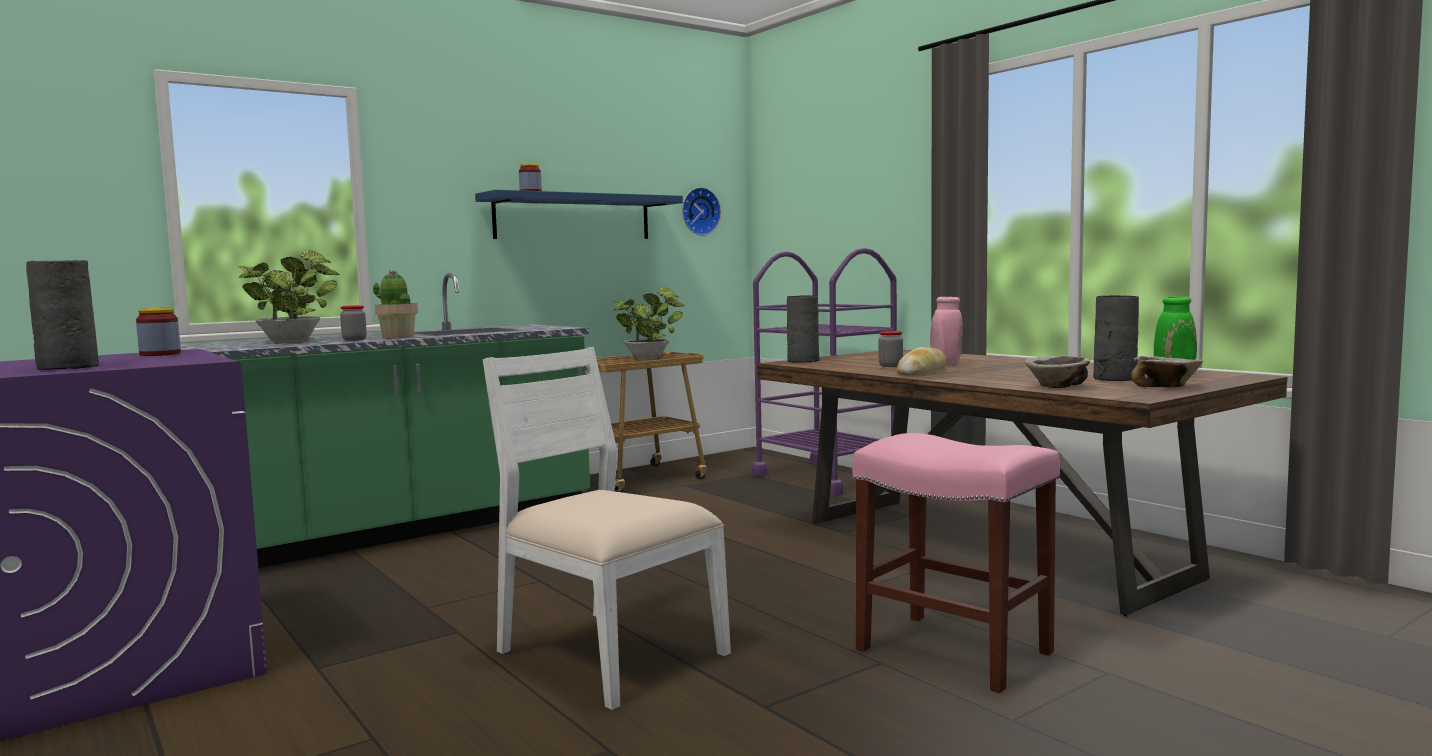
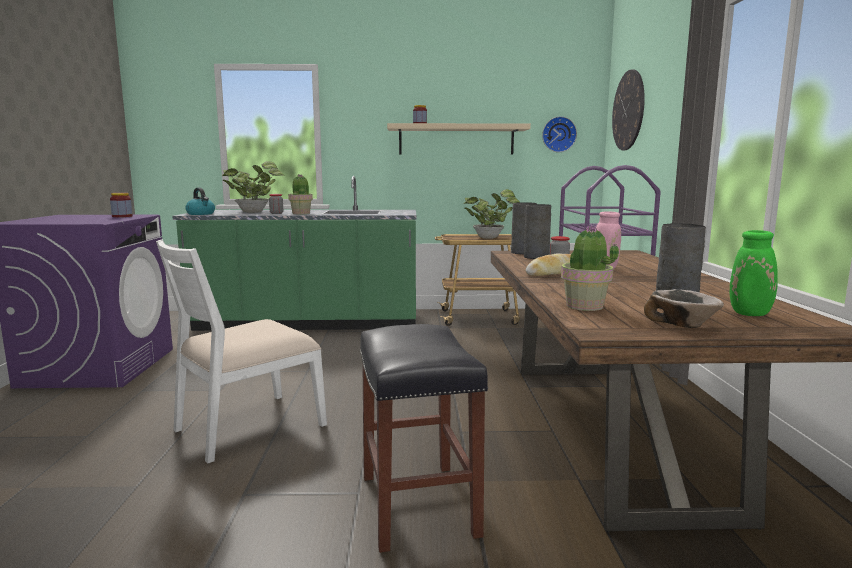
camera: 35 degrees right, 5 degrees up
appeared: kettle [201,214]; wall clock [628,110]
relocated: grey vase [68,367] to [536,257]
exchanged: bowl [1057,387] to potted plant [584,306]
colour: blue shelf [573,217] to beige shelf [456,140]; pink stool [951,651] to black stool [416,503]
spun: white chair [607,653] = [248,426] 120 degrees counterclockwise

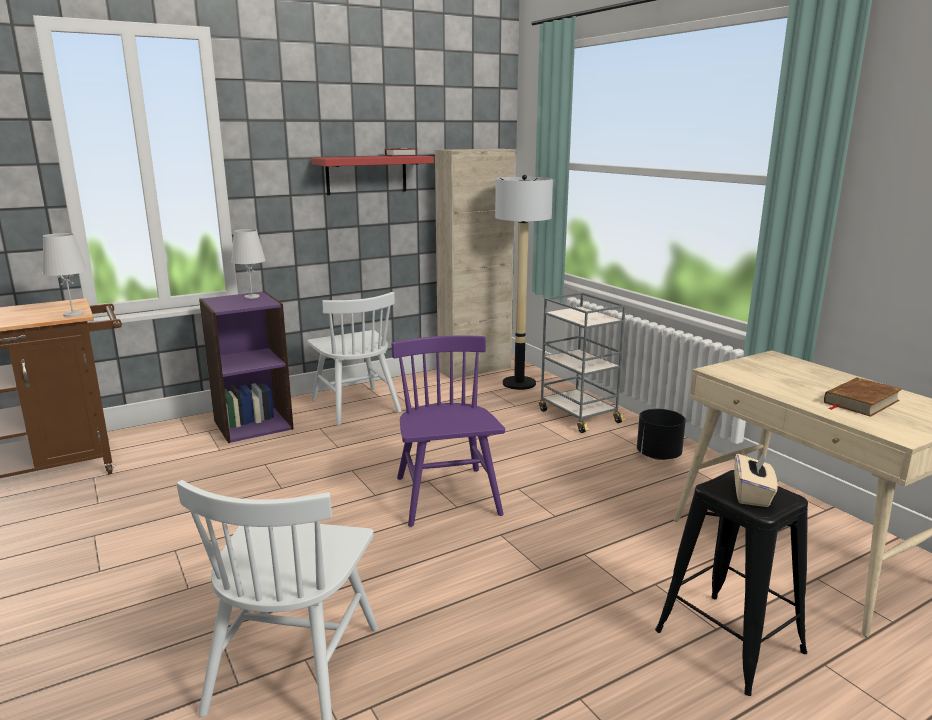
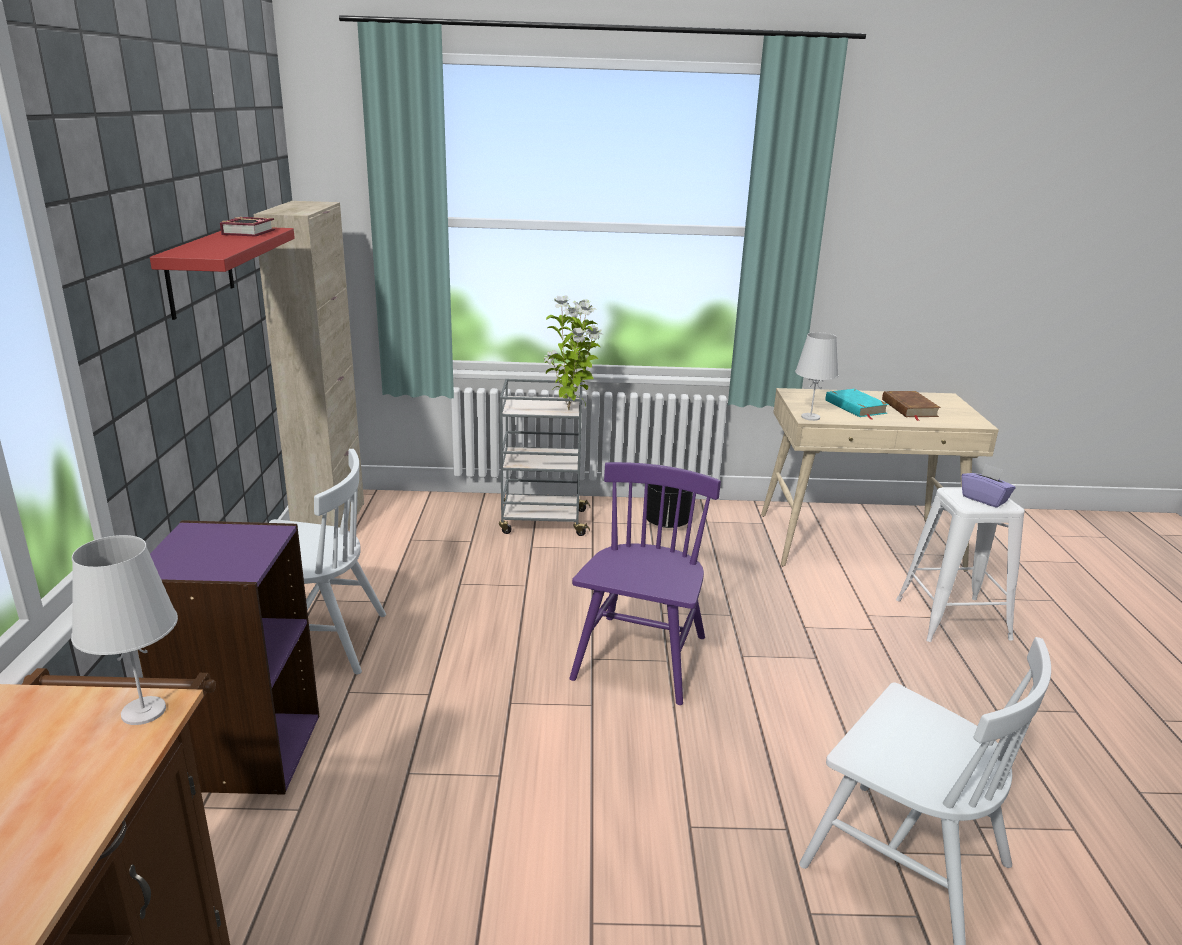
camera: 60 degrees left, 5 degrees up
missing: floor lamp [519,383]
appeared: potted plant [570,410]; turquoise book [855,407]
relocated: white table lamp [252,296] to [810,417]
colour: black stool [730,642] to white stool [953,619]; beige tissue box [752,495] to purple tissue box [984,499]
spun: purple chair [447,496] = [640,659] 90 degrees clockwise

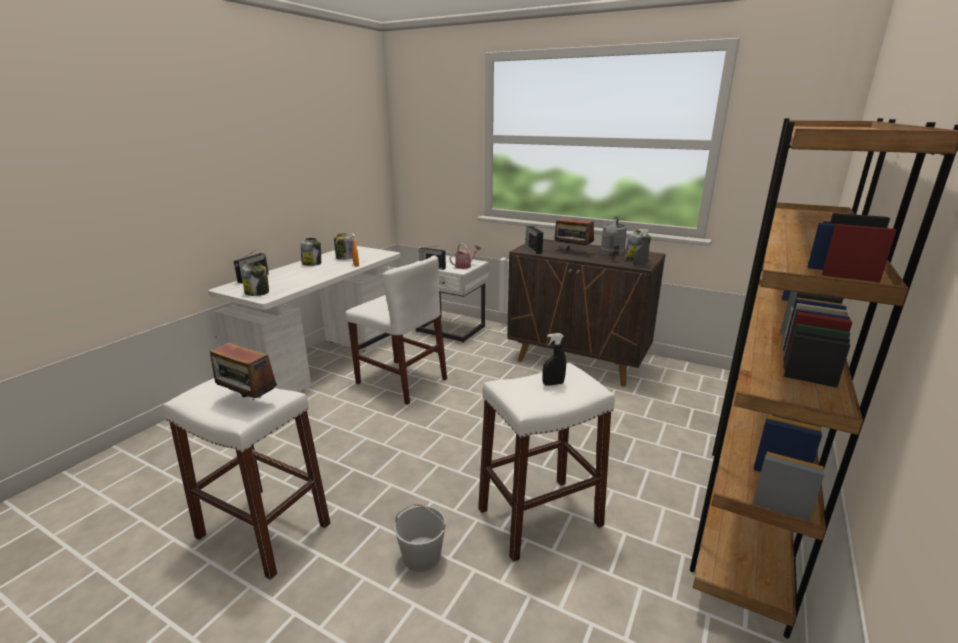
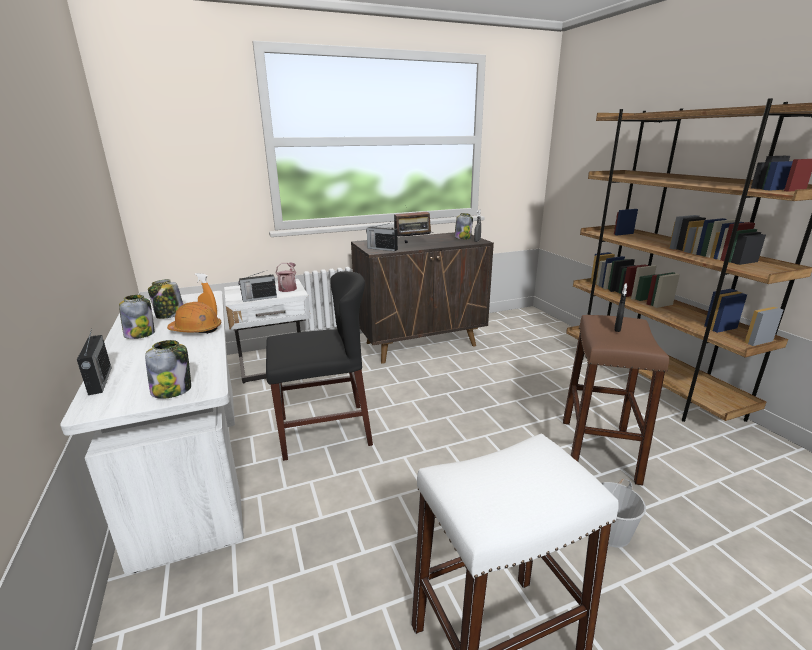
camera: 50 degrees left, 0 degrees up
missing: radio [248,402]; grey watering can [612,253]
appeared: orange hard hat [196,330]
colour: white chair [401,381] to black chair [324,431]; white stool [540,517] to brown stool [598,450]

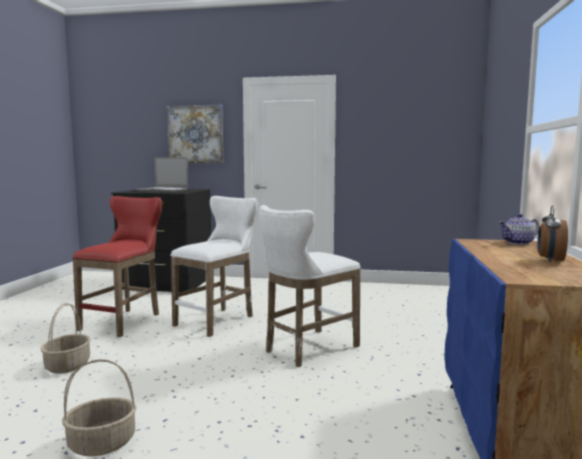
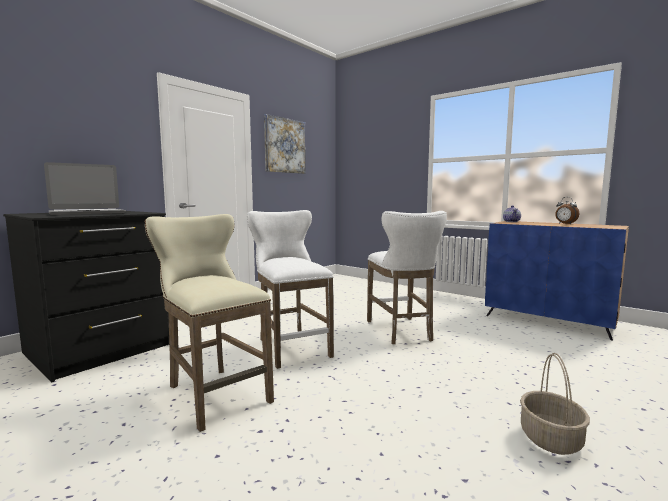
camera: 60 degrees left, 0 degrees up
missing: basket [67,365]
relocated: picture [195,134] to [285,145]
colour: red stool [125,321] to beige stool [214,392]

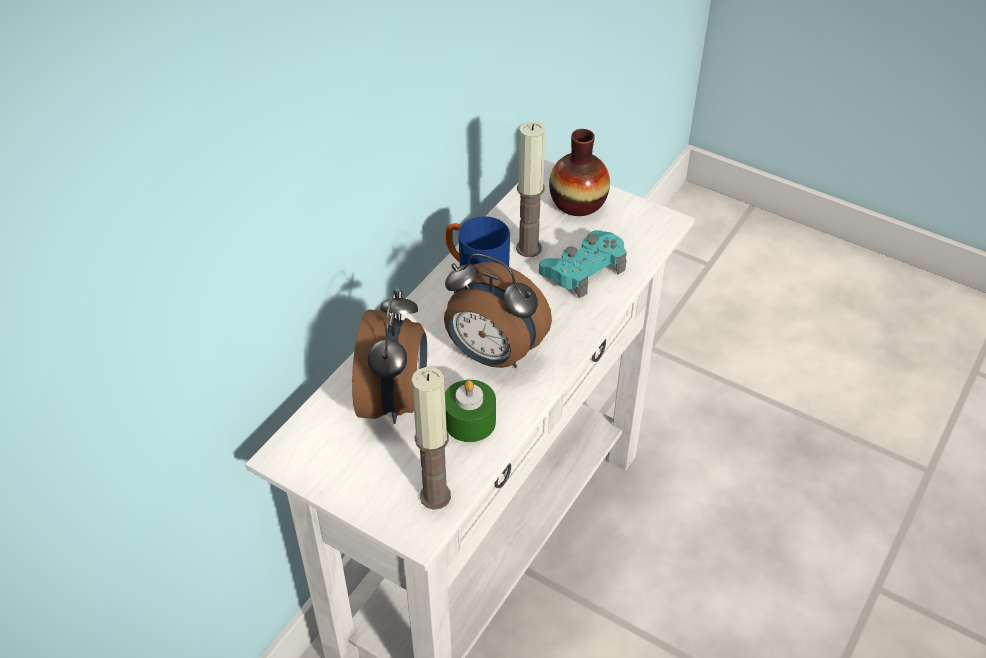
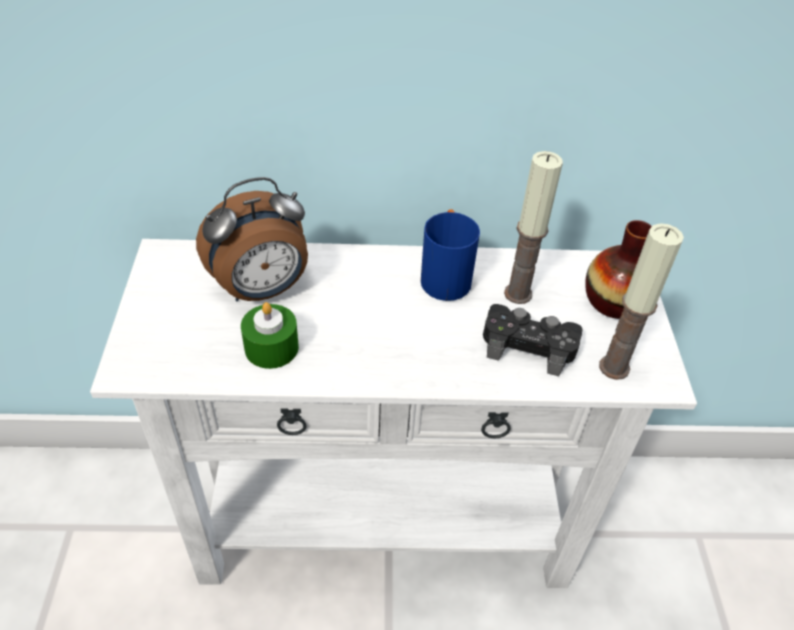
camera: 55 degrees right, 0 degrees up
missing: alarm clock [492,355]
relocated: candle [435,496] to [614,367]
colour: turquoise game controller [583,270] to black game controller [529,345]

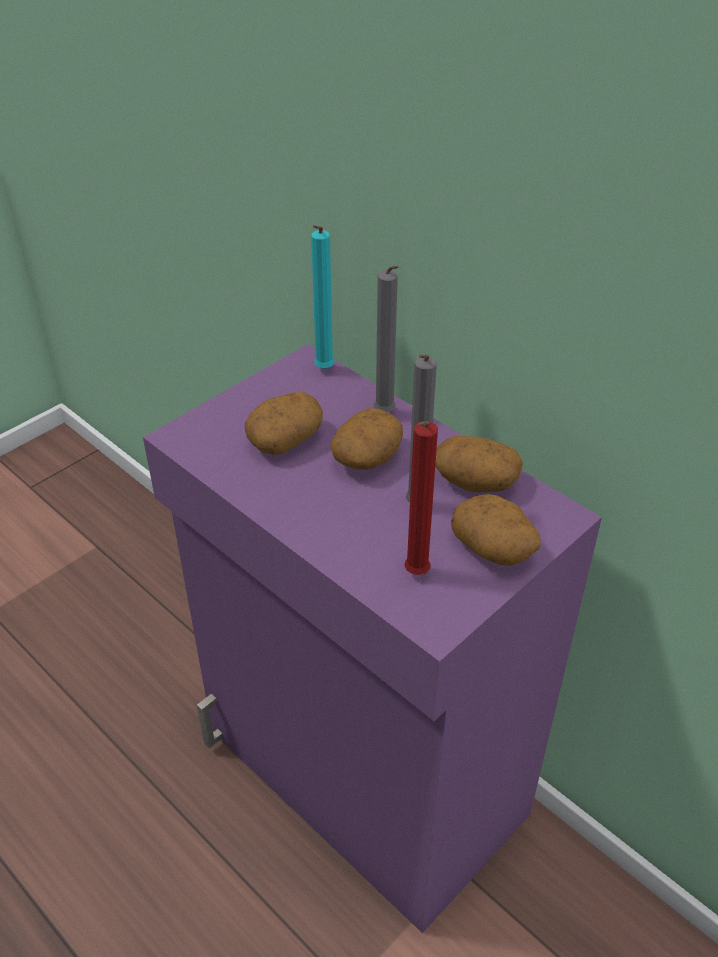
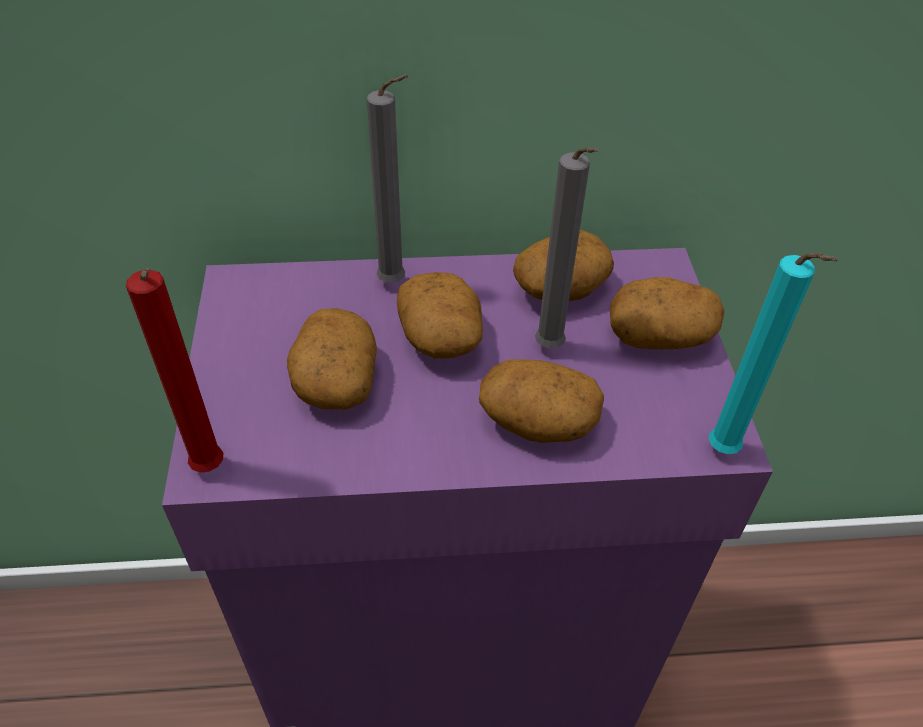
camera: 50 degrees left, 5 degrees up
appeared: potato [537,421]
relocated: turquoise candle [323,371] to [725,453]; red candle [415,575] to [210,471]

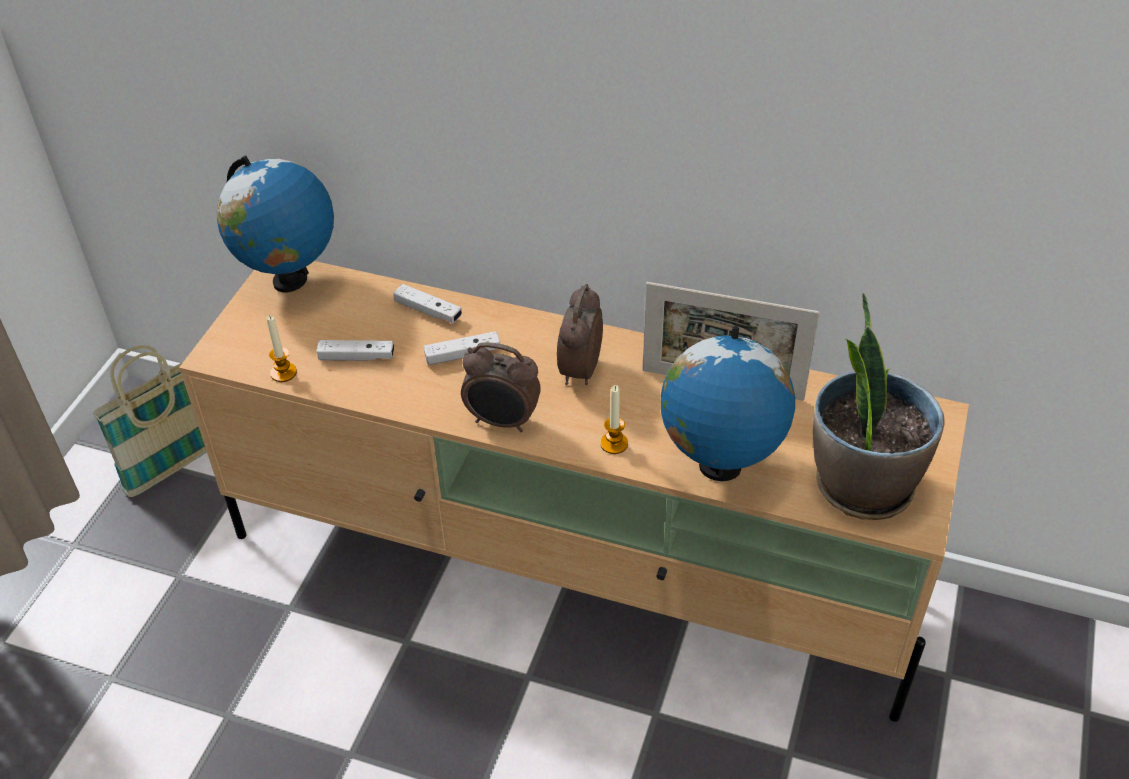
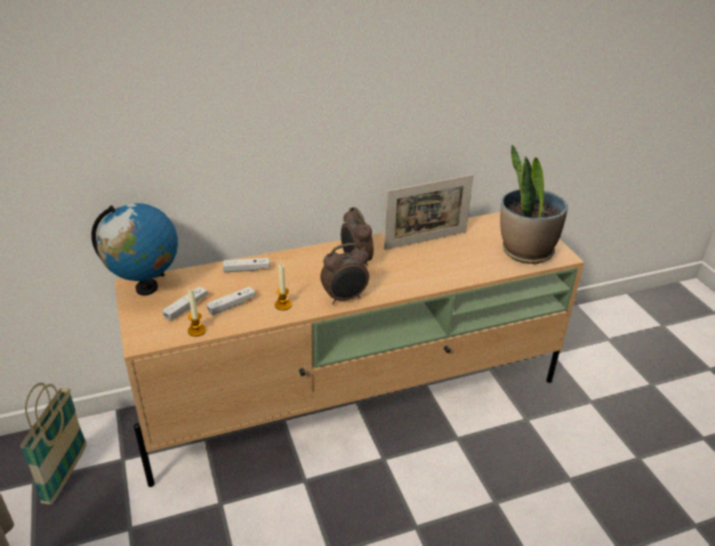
camera: 40 degrees left, 10 degrees down
missing: globe [719,467]
relocated: white game controller [463,355] to [186,308]; candle [614,444] to [283,305]

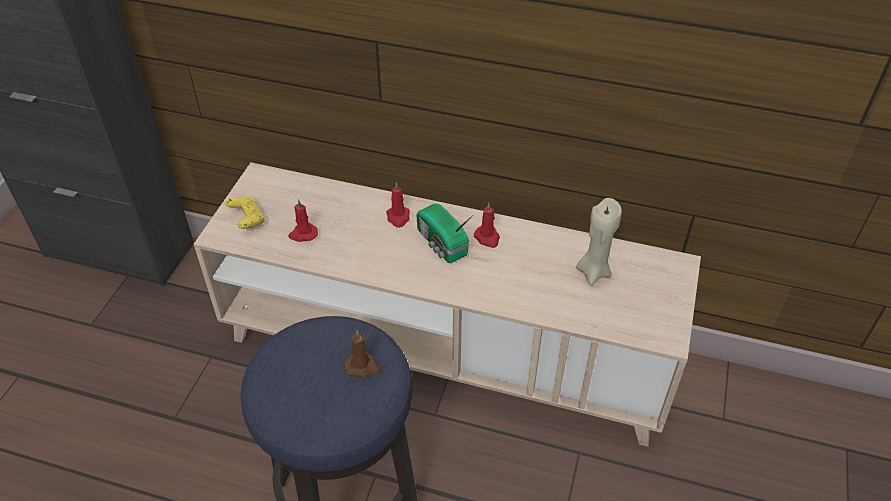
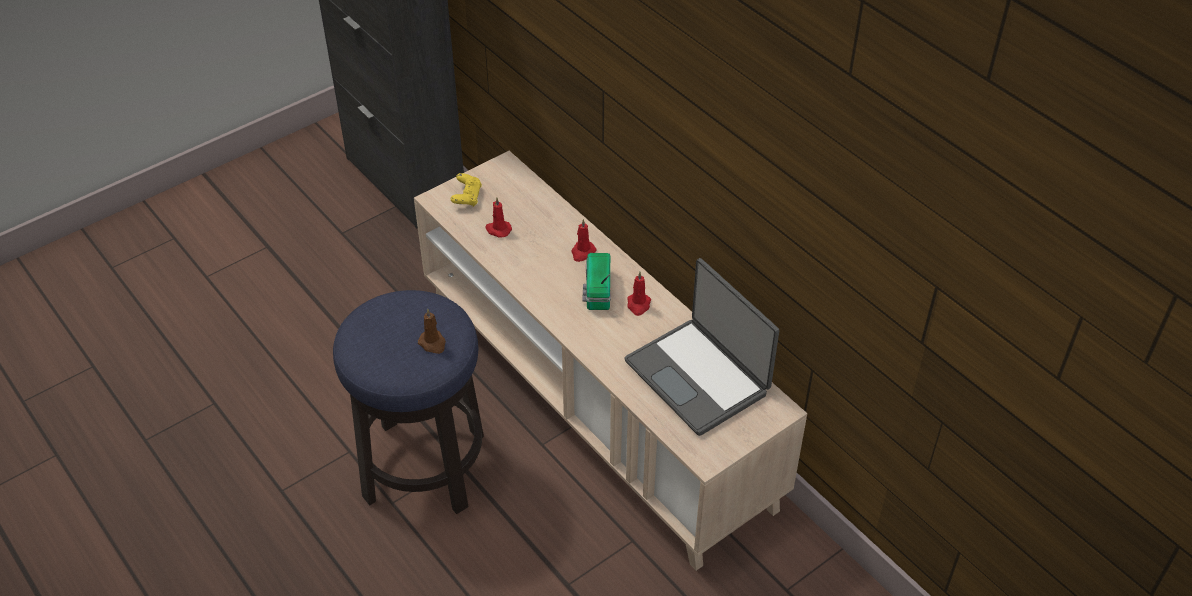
camera: 35 degrees right, 0 degrees up
exchanged: beige candle [593,271] to laptop [699,376]

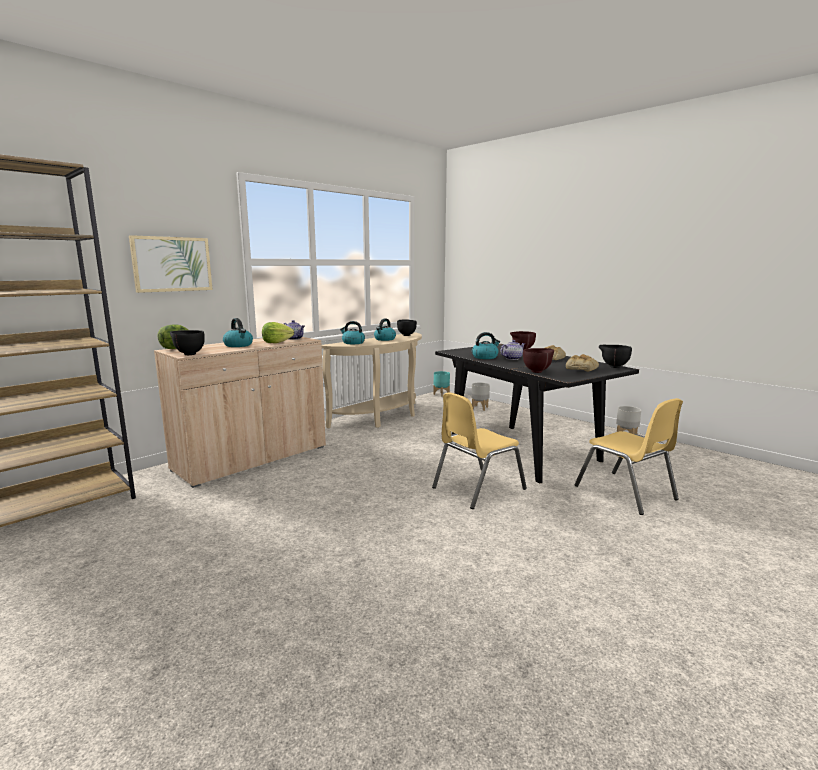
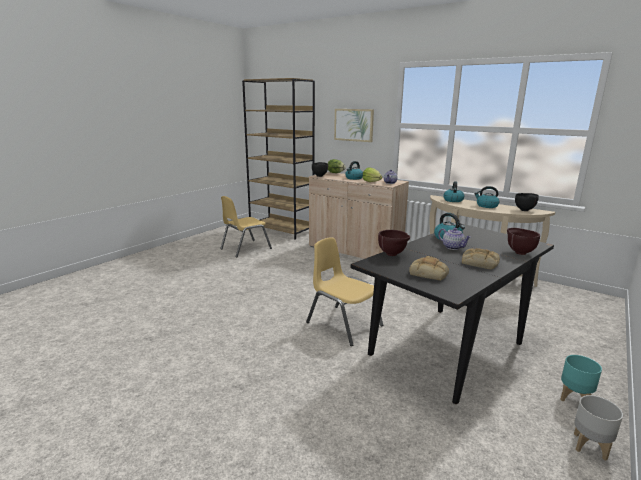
camera: 80 degrees right, 5 degrees up
missing: grey planter [480,408]; black bowl [613,367]
relocated: turquoise planter [441,394] to [575,399]; yellow chair [625,493] to [245,249]

